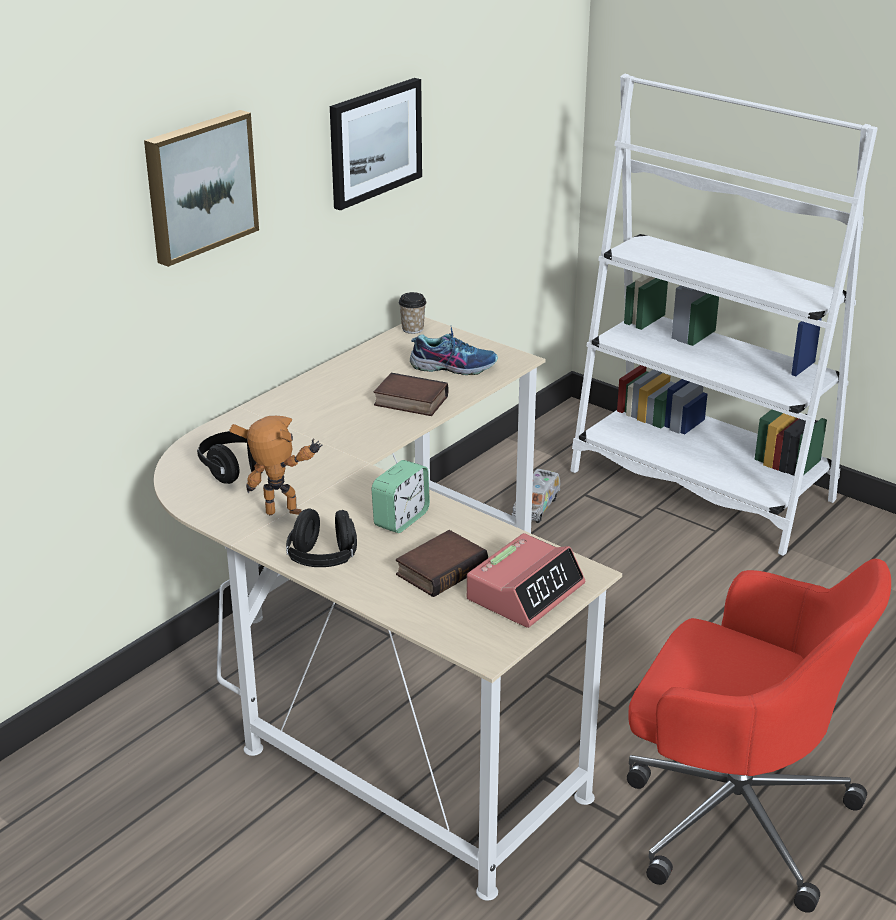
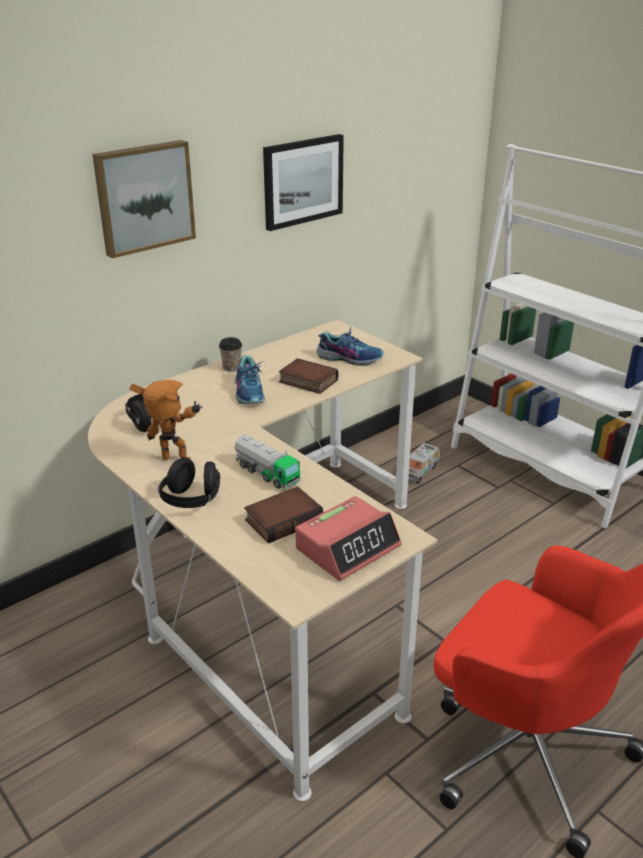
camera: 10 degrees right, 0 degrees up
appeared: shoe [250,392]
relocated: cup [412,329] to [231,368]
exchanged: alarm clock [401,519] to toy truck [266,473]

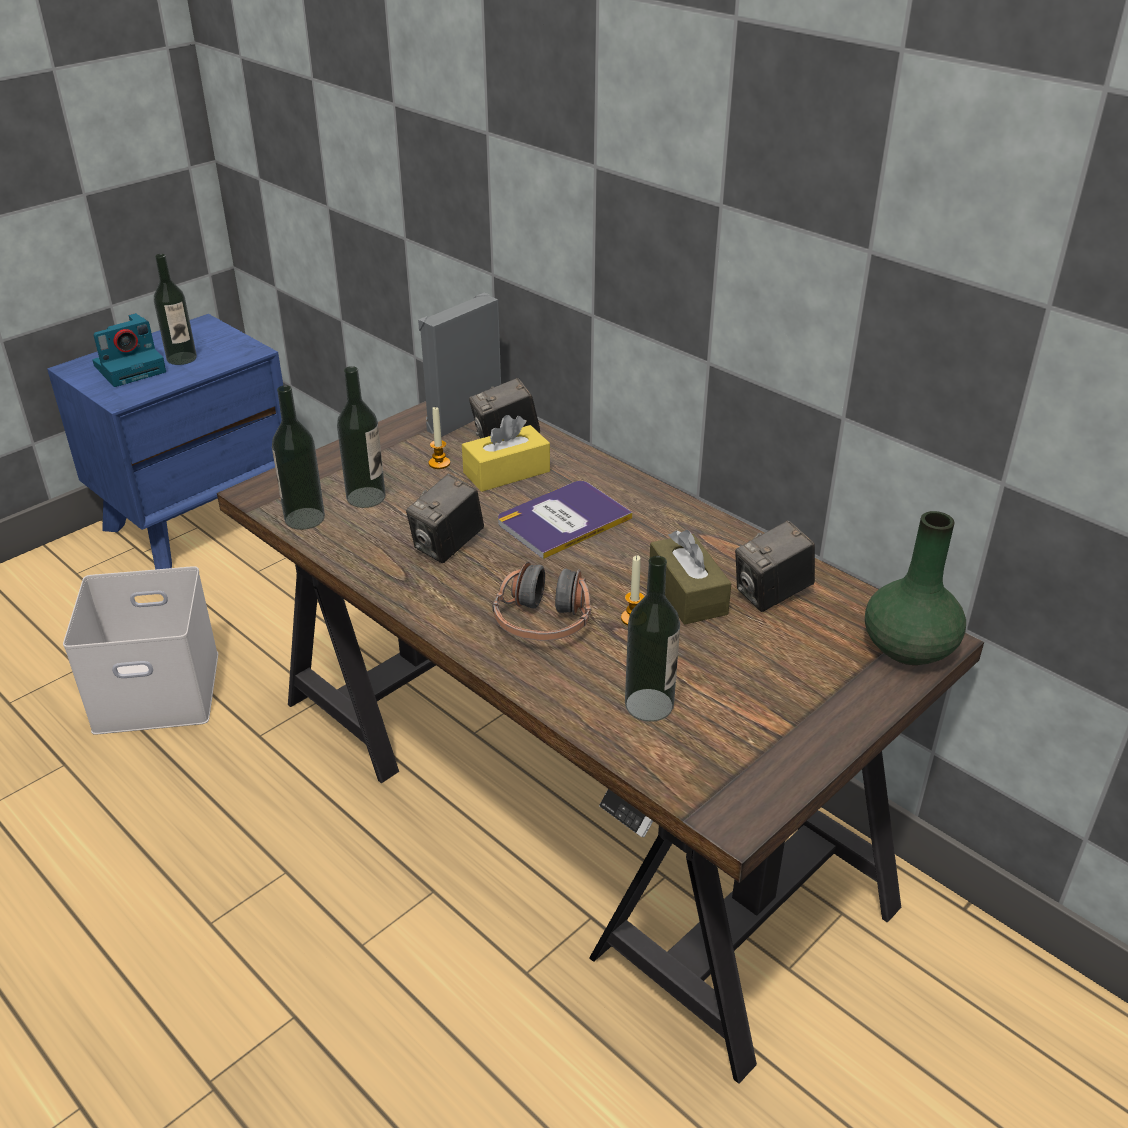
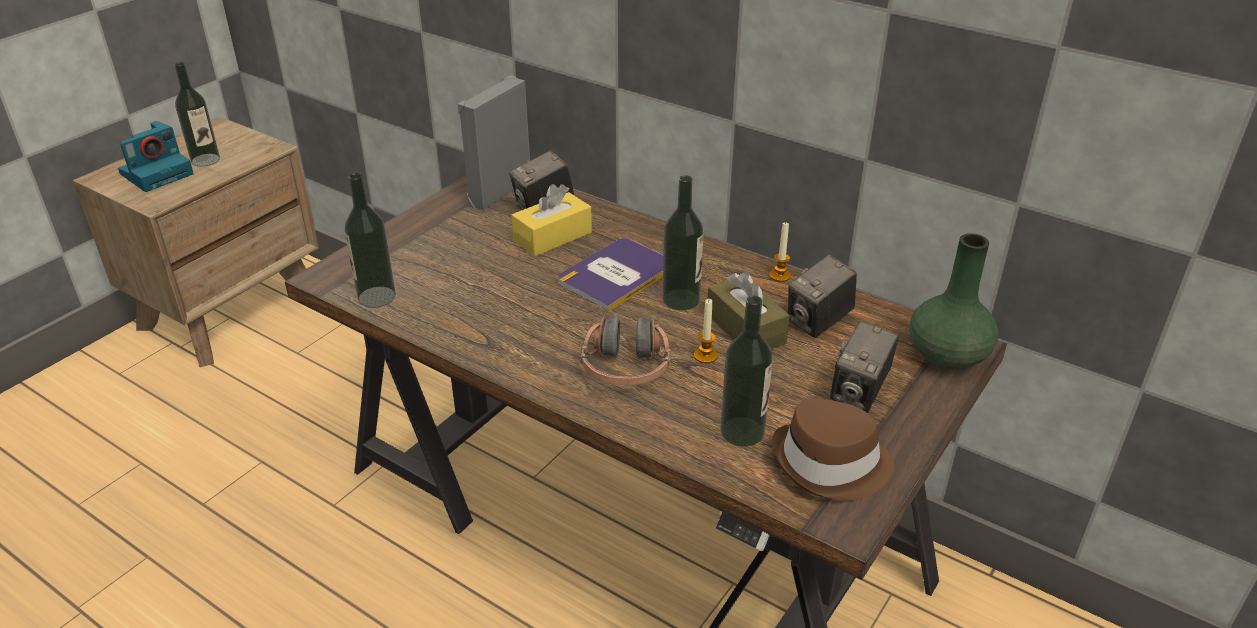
camera: 10 degrees left, 0 degrees up
missing: white storage box [160,689]
appeared: brown hat [831,464]
relocated: bottle [366,497] to [681,299]; photo camera [448,546] to [859,393]; candle [439,463] to [780,275]
colour: blue nightstand [200,520] to brown nightstand [231,310]

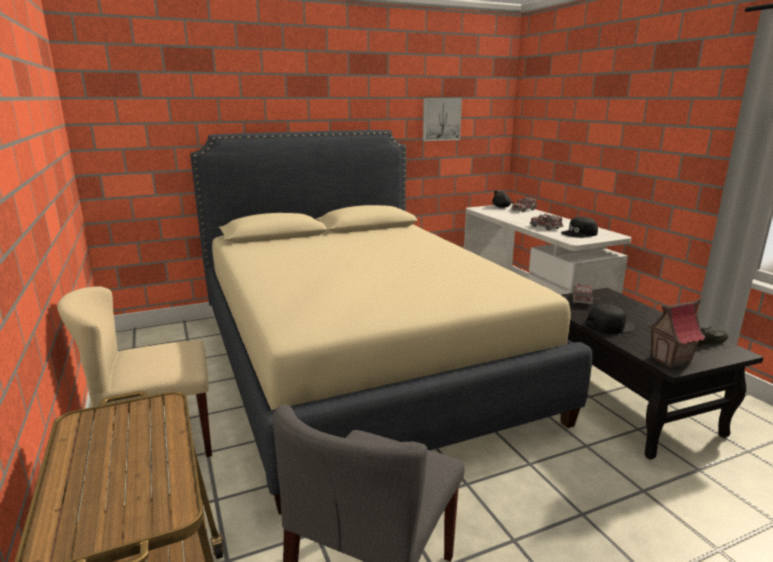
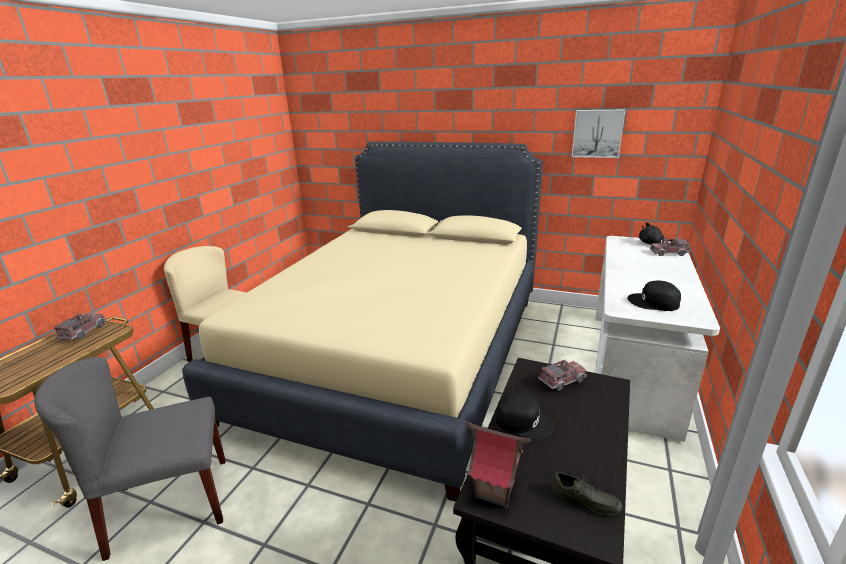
camera: 45 degrees right, 5 degrees up
relocated: toy truck [545,227] to [83,332]

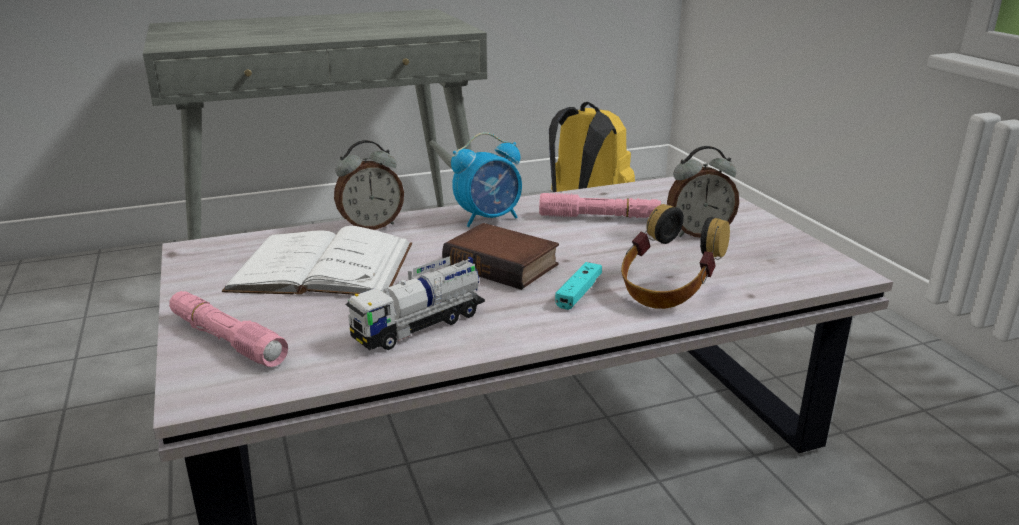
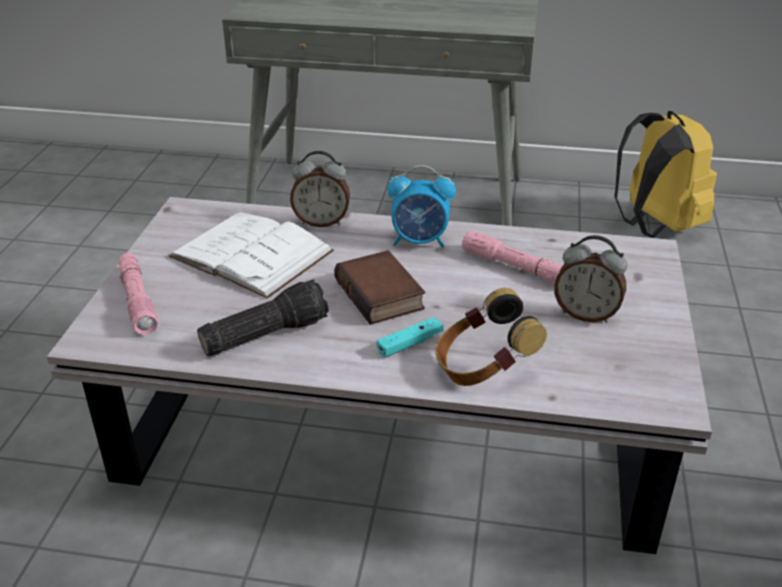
camera: 30 degrees right, 10 degrees up
exchanged: toy truck [419,326] to flashlight [265,333]

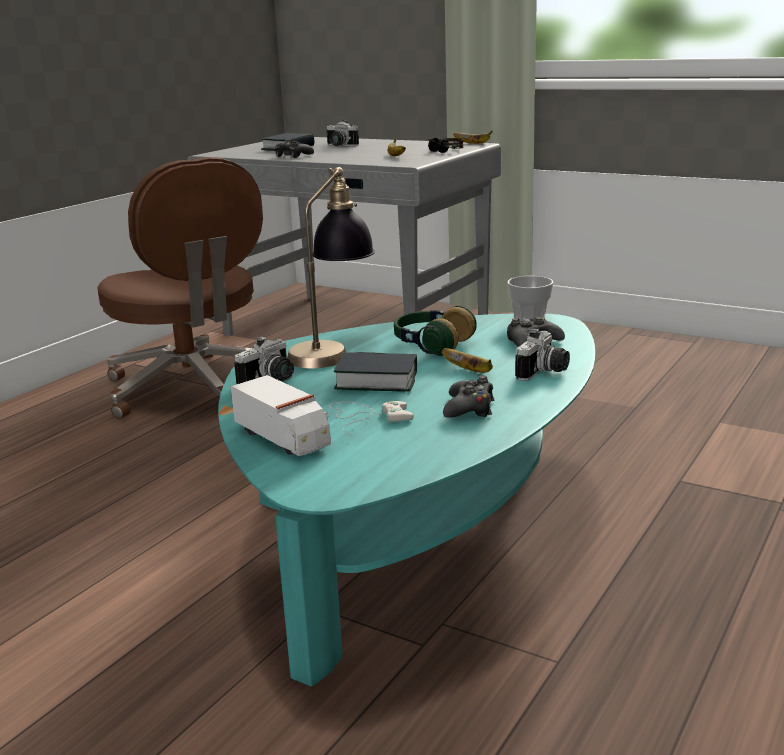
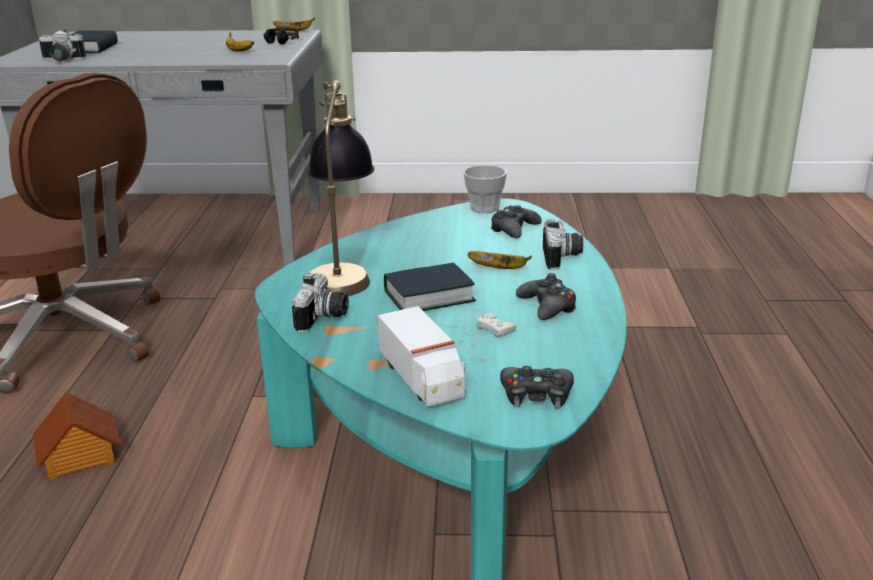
camera: 30 degrees left, 5 degrees up
missing: headphones [431,345]
appeared: toy house [79,456]
relocated: black game controller [293,156] to [536,395]; photo camera [339,146] to [61,60]
spun: toy truck [283,438] = [422,378] 45 degrees clockwise

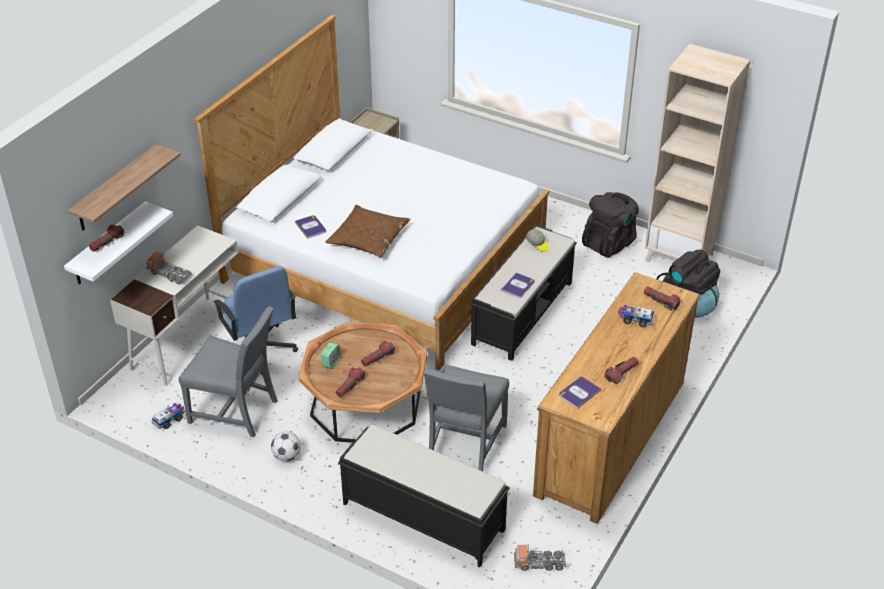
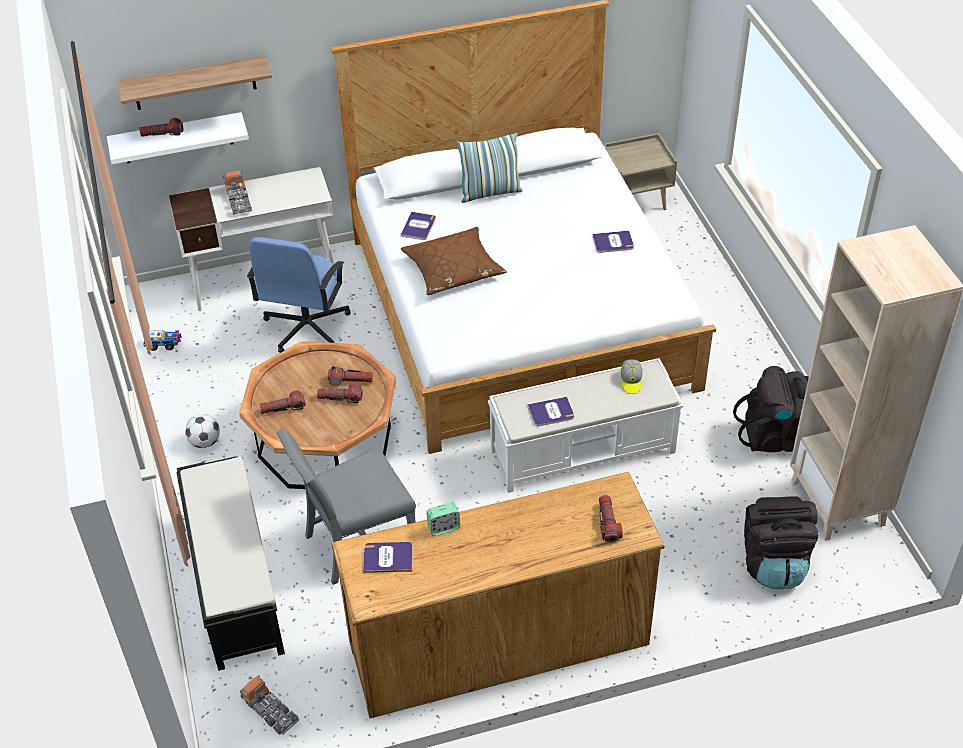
camera: 45 degrees right, 5 degrees up
missing: grey chair [236,410]; toy truck [635,320]
appeared: pillow [490,192]; book [613,242]
relocated: alarm clock [331,362] to [443,527]; flashlight [621,373] to [350,381]
colour: black bench [523,312] to white bench [584,450]

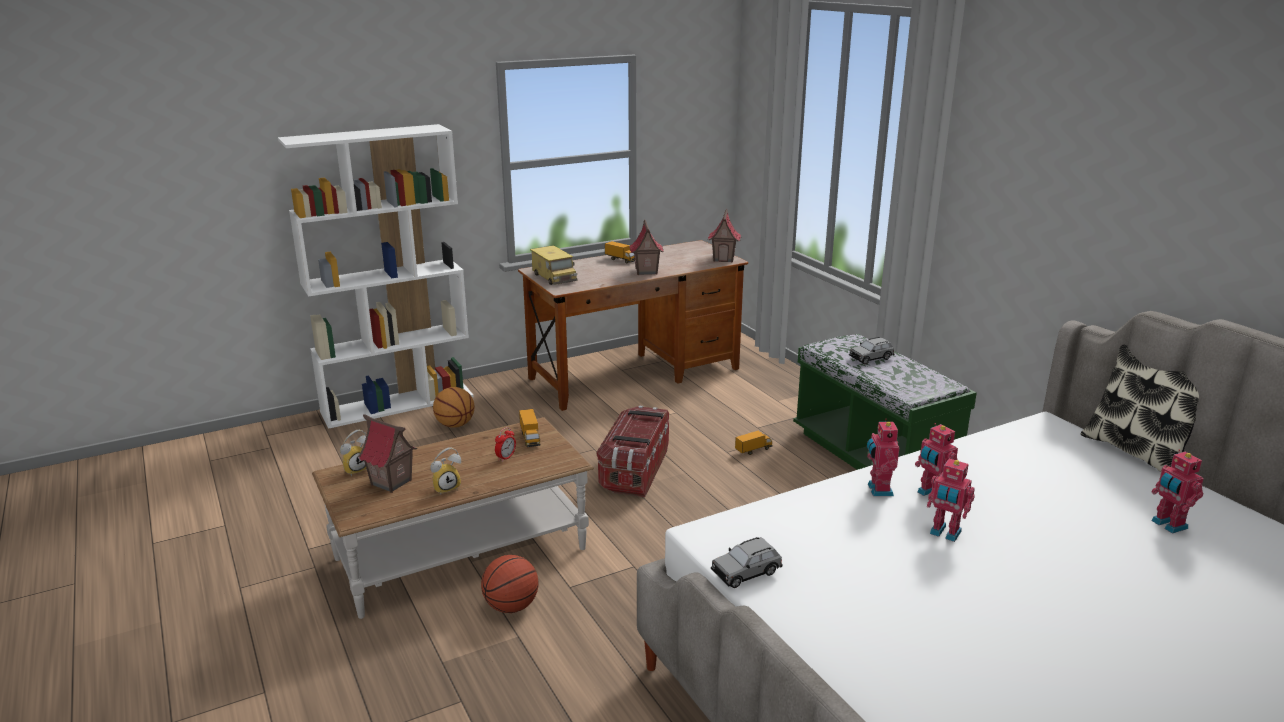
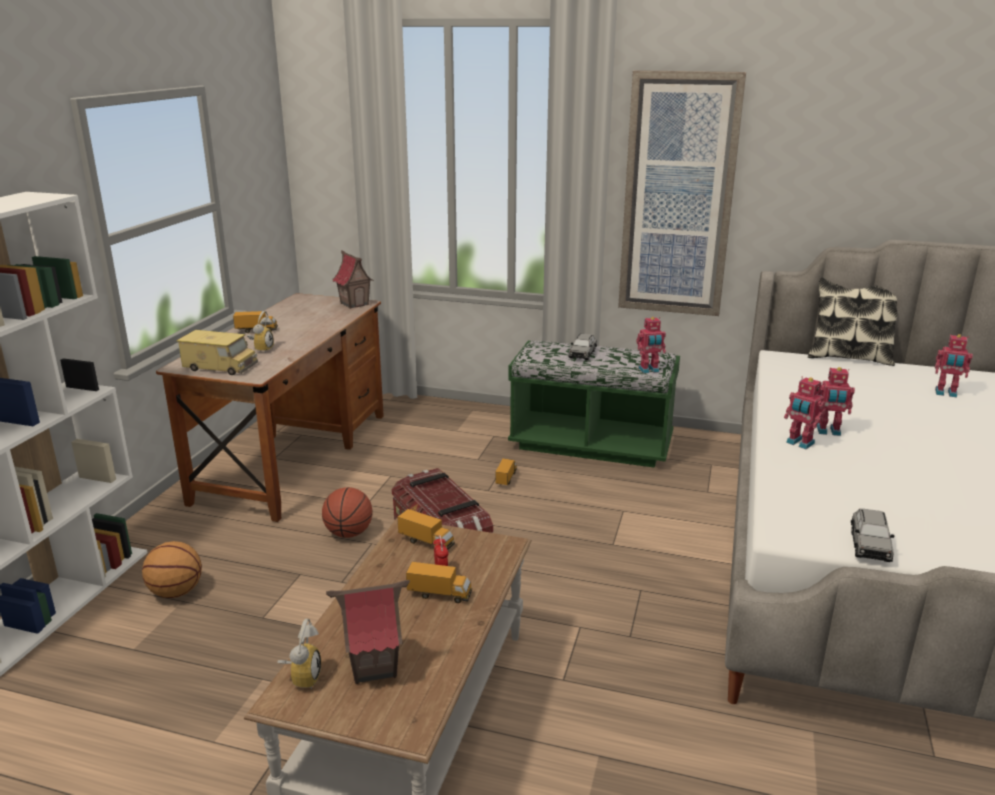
camera: 45 degrees left, 0 degrees up
missing: toy house [646,271]
appeared: toy truck [439,595]; picture [678,197]
relocated: alarm clock [446,487] to [262,349]; basketball [511,606] to [348,533]; toy robot [944,533] to [649,370]

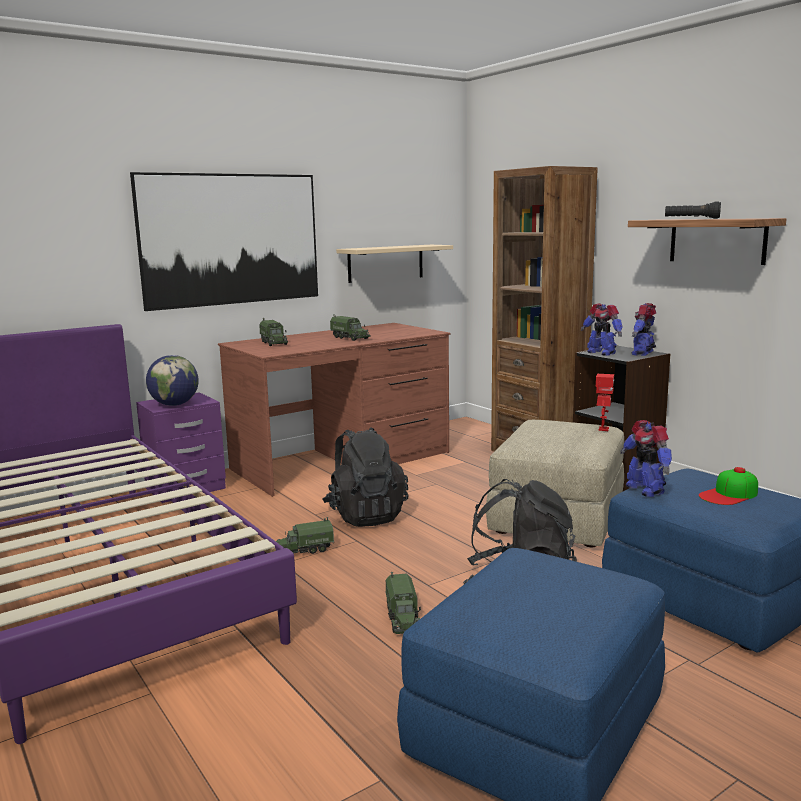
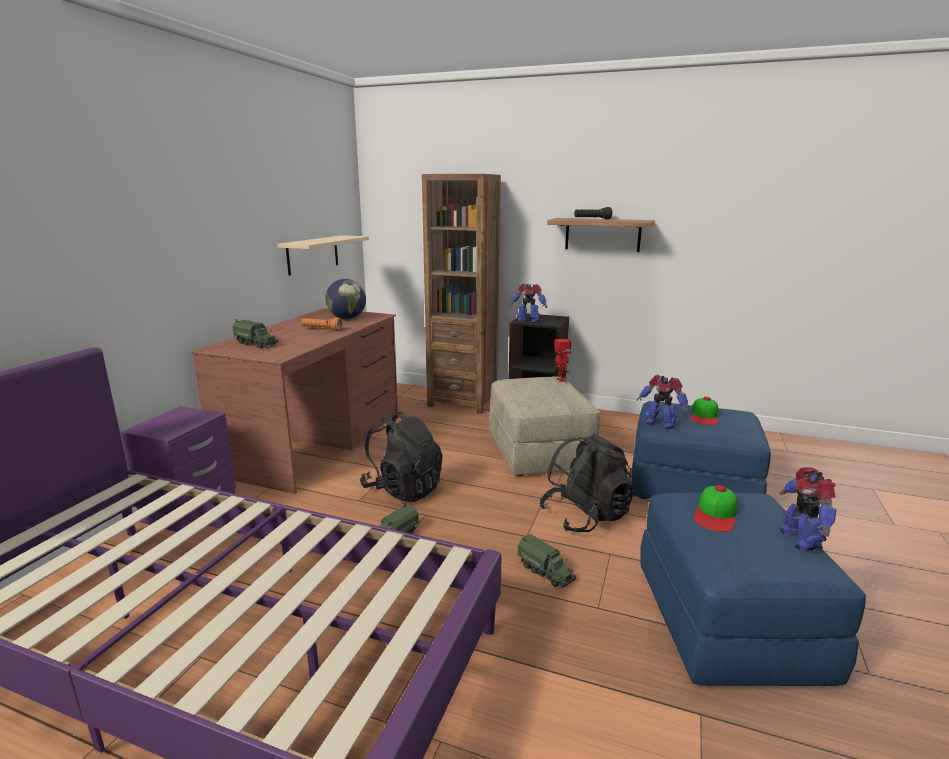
camera: 35 degrees left, 5 degrees up
missing: picture [231,239]
appeared: cap [716,514]
relocated: globe [174,405] to [347,318]; toy robot [643,353] to [801,539]
exchanged: toy truck [350,338] to orange flashlight [321,329]

